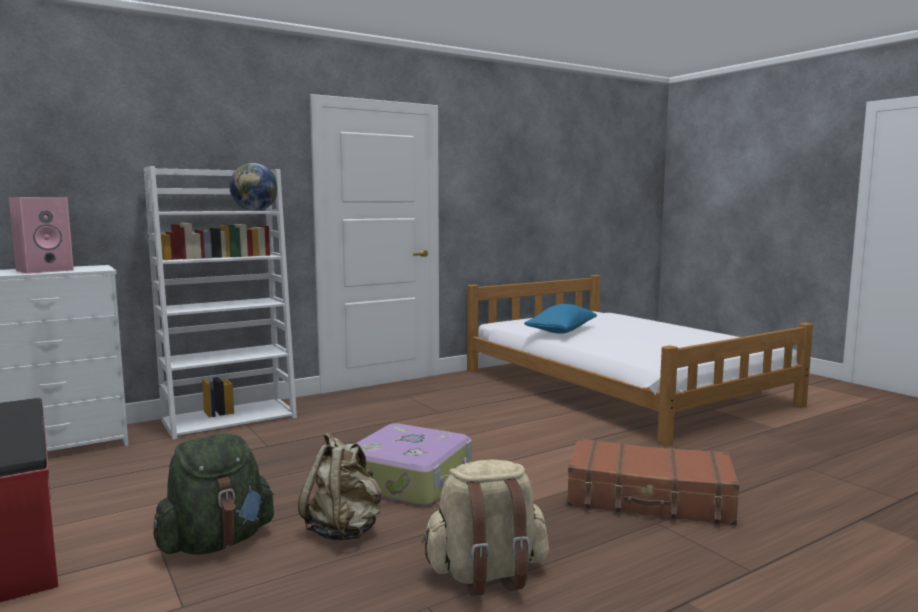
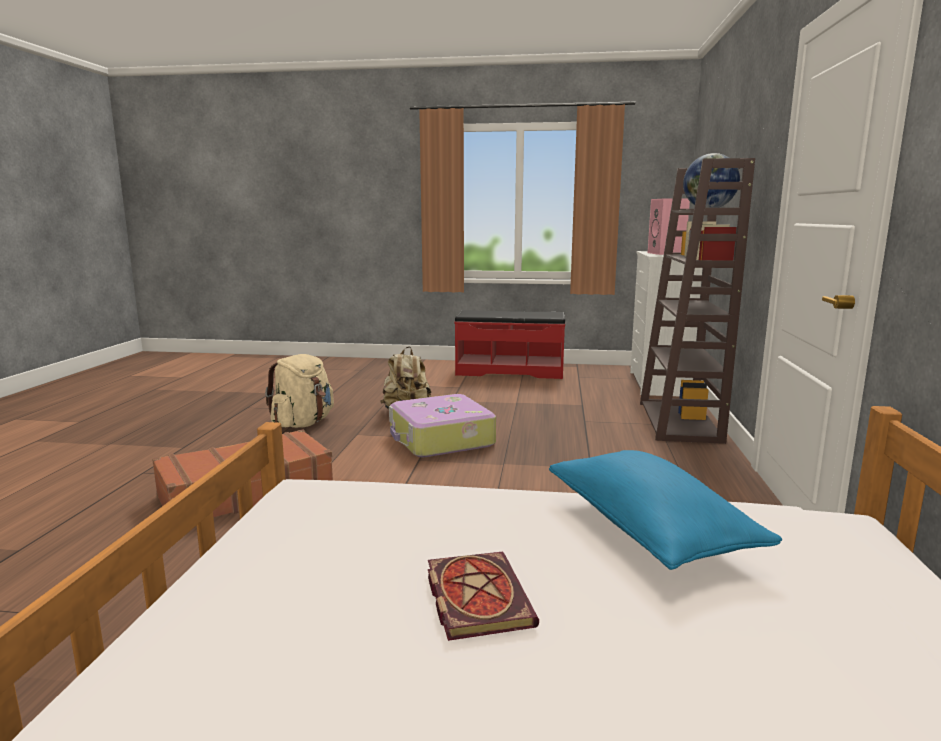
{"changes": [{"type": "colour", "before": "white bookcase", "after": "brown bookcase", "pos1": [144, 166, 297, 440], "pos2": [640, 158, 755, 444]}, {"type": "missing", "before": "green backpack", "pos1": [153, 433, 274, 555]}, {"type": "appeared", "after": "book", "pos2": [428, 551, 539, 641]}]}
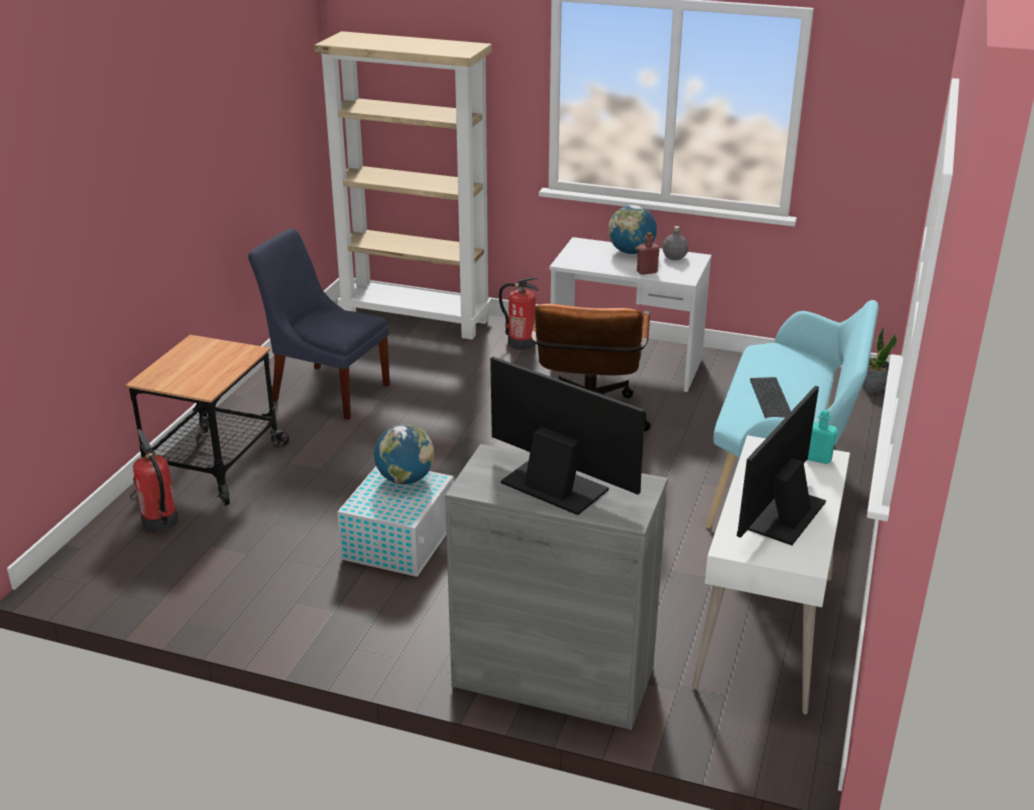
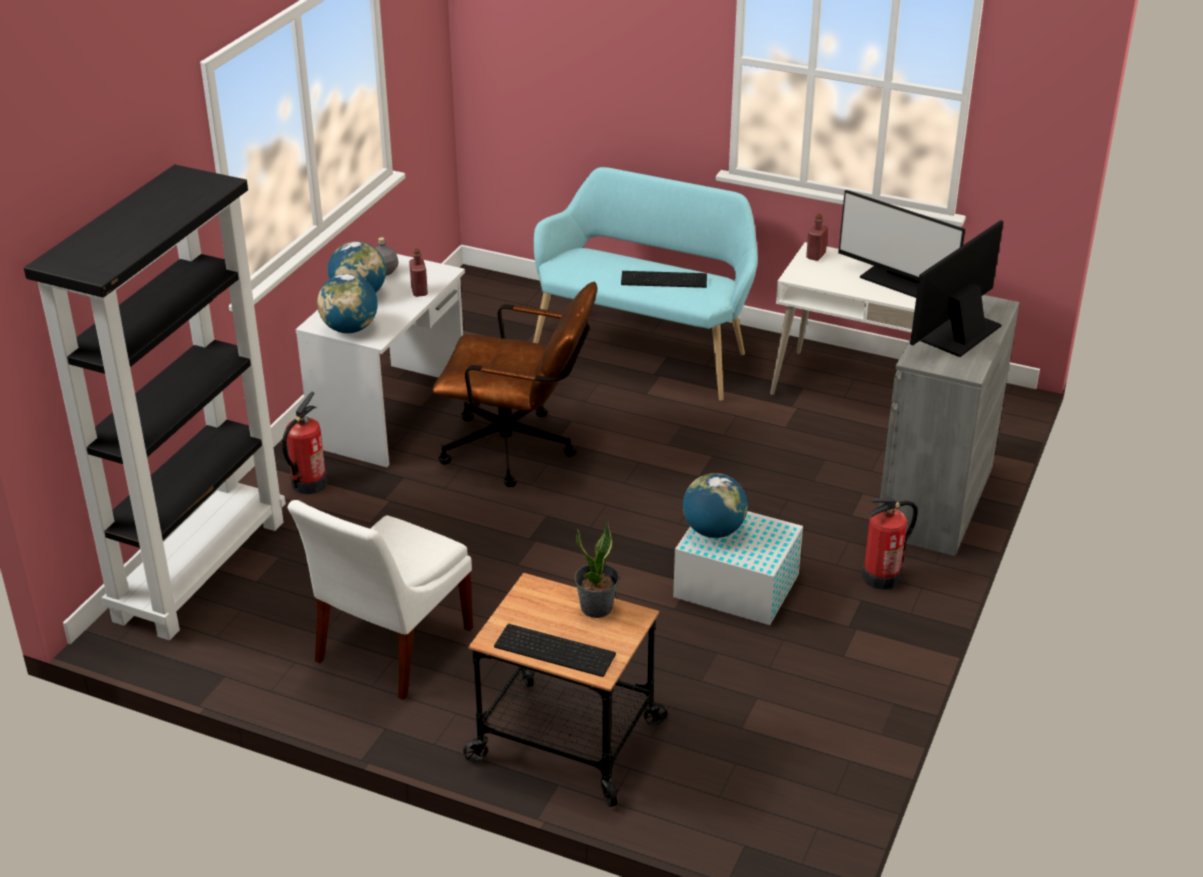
{"changes": [{"type": "colour", "before": "beige bookcase", "after": "black bookcase", "pos1": [314, 31, 492, 340], "pos2": [24, 165, 286, 640]}, {"type": "colour", "before": "blue chair", "after": "white chair", "pos1": [248, 229, 390, 420], "pos2": [288, 500, 473, 700]}, {"type": "relocated", "before": "potted plant", "pos1": [862, 327, 897, 393], "pos2": [574, 522, 619, 618]}, {"type": "colour", "before": "turquoise bottle", "after": "red bottle", "pos1": [807, 410, 838, 464], "pos2": [806, 214, 828, 261]}, {"type": "relocated", "before": "fire extinguisher", "pos1": [133, 429, 178, 532], "pos2": [862, 498, 918, 590]}, {"type": "appeared", "after": "globe", "pos2": [317, 273, 378, 333]}, {"type": "appeared", "after": "keyboard", "pos2": [494, 624, 616, 677]}]}
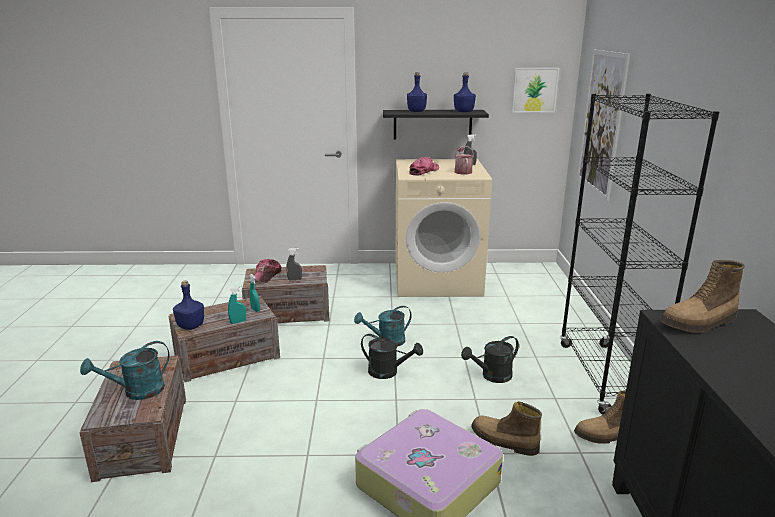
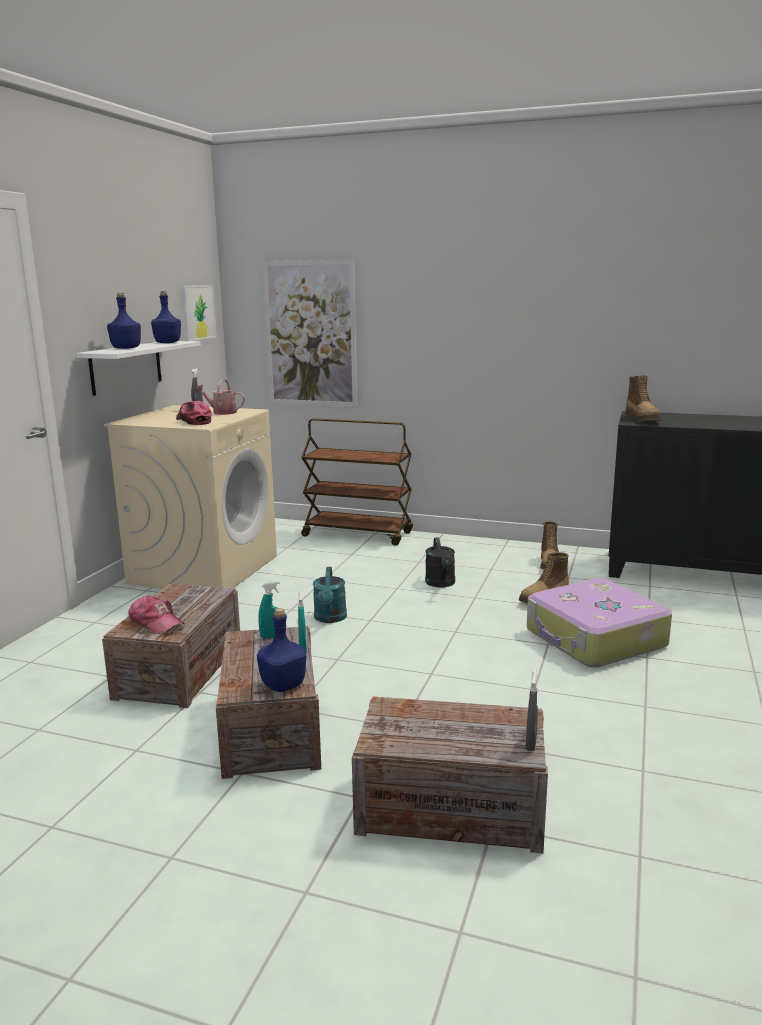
{"changes": [{"type": "missing", "before": "black bookcase", "pos1": [560, 94, 719, 414]}, {"type": "colour", "before": "black shelf", "after": "white shelf", "pos1": [383, 110, 489, 139], "pos2": [76, 341, 201, 396]}, {"type": "relocated", "before": "grey spray bottle", "pos1": [286, 248, 302, 281], "pos2": [525, 669, 538, 751]}, {"type": "missing", "before": "black watering can", "pos1": [361, 334, 423, 379]}, {"type": "missing", "before": "turquoise watering can", "pos1": [80, 341, 170, 400]}, {"type": "appeared", "after": "brown cart", "pos2": [301, 418, 413, 546]}]}
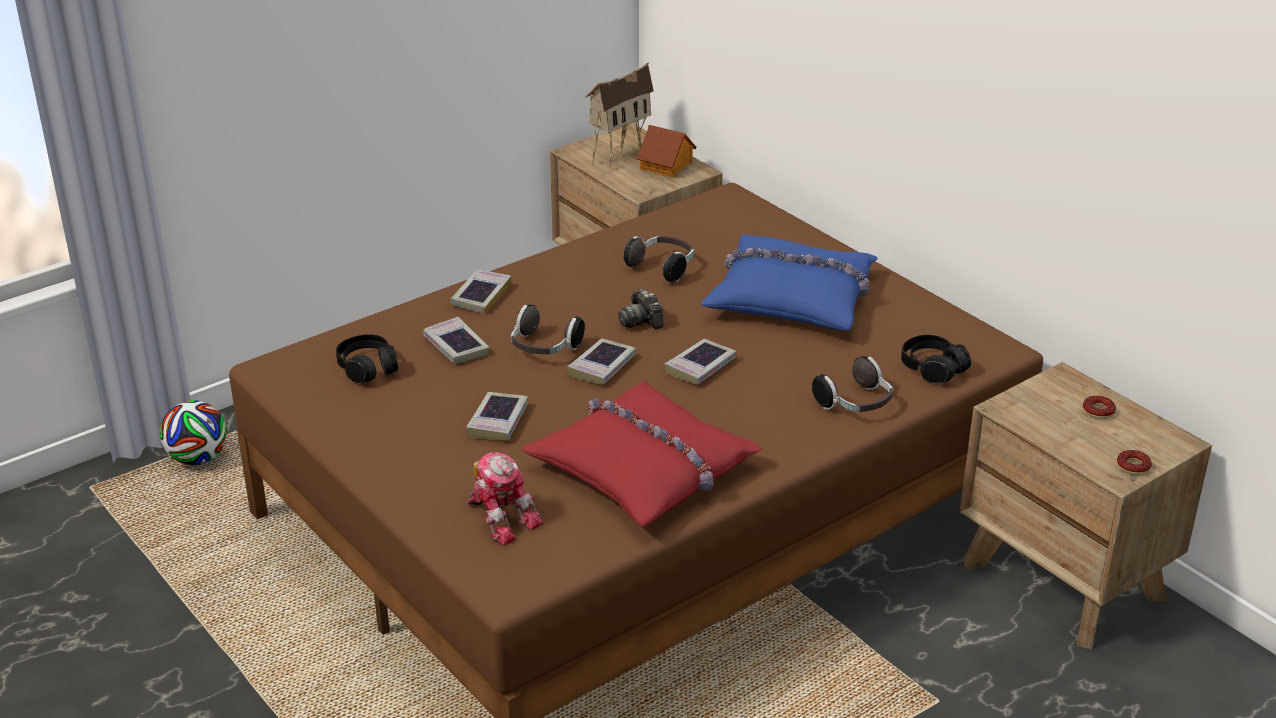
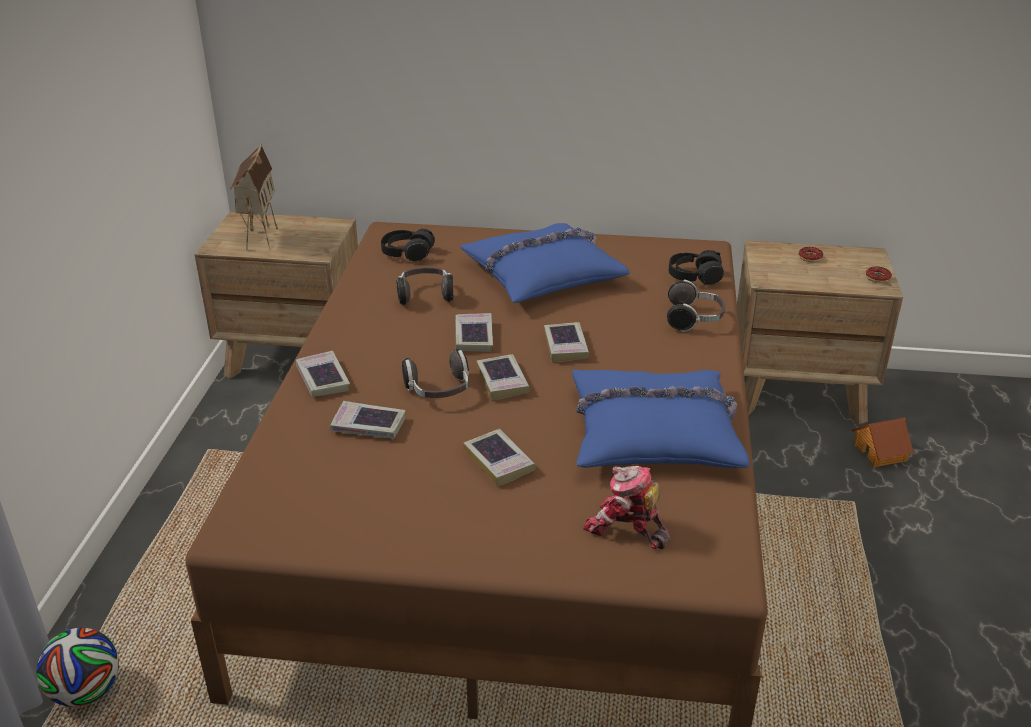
{"changes": [{"type": "relocated", "before": "toy house", "pos1": [637, 125, 696, 178], "pos2": [851, 418, 914, 467]}, {"type": "exchanged", "before": "photo camera", "after": "book", "pos1": [618, 289, 664, 329], "pos2": [455, 313, 493, 352]}, {"type": "relocated", "before": "black headphones", "pos1": [336, 334, 398, 383], "pos2": [381, 229, 435, 261]}, {"type": "colour", "before": "red pillow", "after": "blue pillow", "pos1": [522, 382, 762, 527], "pos2": [572, 370, 749, 468]}, {"type": "spun", "before": "toy robot", "pos1": [467, 452, 543, 546], "pos2": [583, 466, 670, 549], "turn": -150}]}
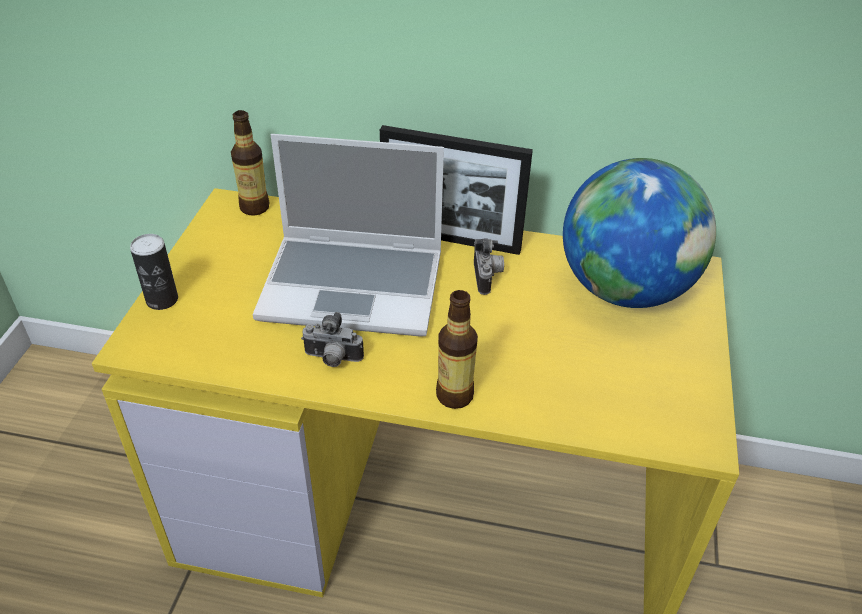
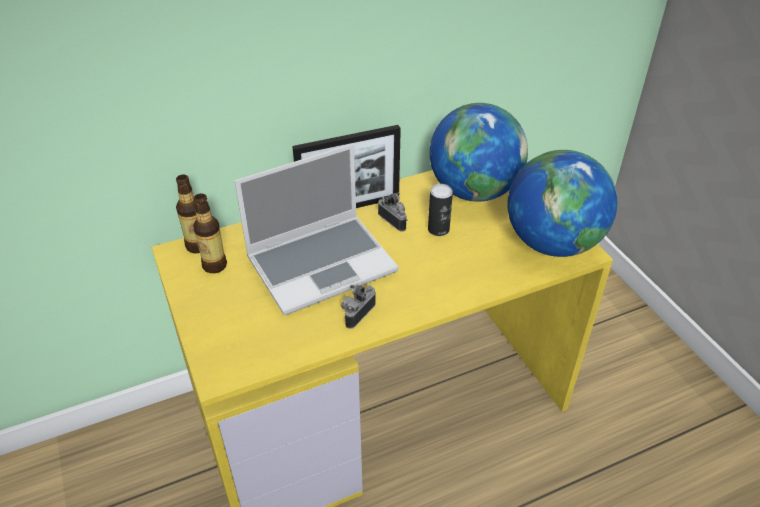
{"changes": [{"type": "relocated", "before": "can", "pos1": [130, 234, 178, 310], "pos2": [428, 184, 453, 236]}, {"type": "relocated", "before": "bottle", "pos1": [436, 290, 478, 409], "pos2": [193, 193, 227, 273]}, {"type": "spun", "before": "photo camera", "pos1": [301, 312, 364, 367], "pos2": [341, 285, 376, 329], "turn": 150}, {"type": "appeared", "after": "globe", "pos2": [507, 150, 617, 257]}]}
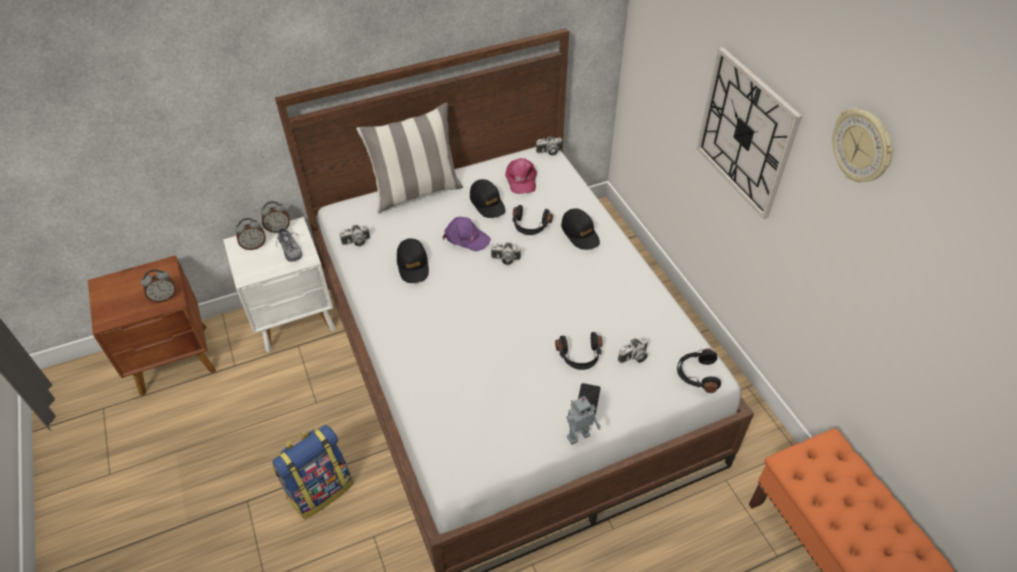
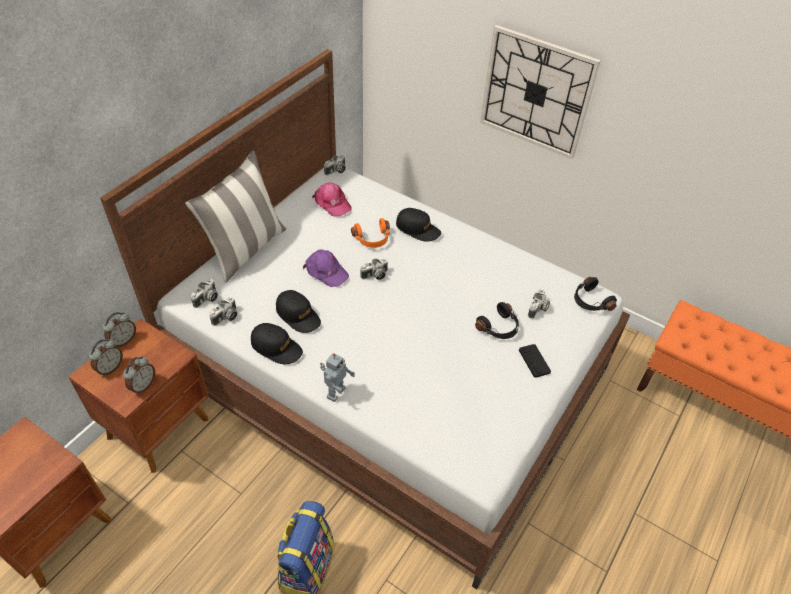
{"changes": [{"type": "missing", "before": "wall clock", "pos1": [832, 108, 894, 183]}, {"type": "relocated", "before": "black cap", "pos1": [470, 179, 505, 218], "pos2": [251, 323, 303, 364]}, {"type": "colour", "before": "black headphones", "after": "orange headphones", "pos1": [513, 205, 553, 235], "pos2": [351, 218, 390, 248]}, {"type": "colour", "before": "white nightstand", "after": "brown nightstand", "pos1": [223, 217, 336, 352], "pos2": [69, 318, 209, 473]}, {"type": "spun", "before": "purple cap", "pos1": [443, 217, 491, 252], "pos2": [303, 249, 349, 287], "turn": 45}, {"type": "missing", "before": "shoe", "pos1": [276, 226, 302, 262]}, {"type": "relocated", "before": "alarm clock", "pos1": [141, 269, 176, 303], "pos2": [123, 356, 155, 394]}, {"type": "relocated", "before": "toy robot", "pos1": [566, 396, 601, 445], "pos2": [320, 353, 355, 402]}, {"type": "appeared", "after": "photo camera", "pos2": [191, 279, 218, 308]}]}
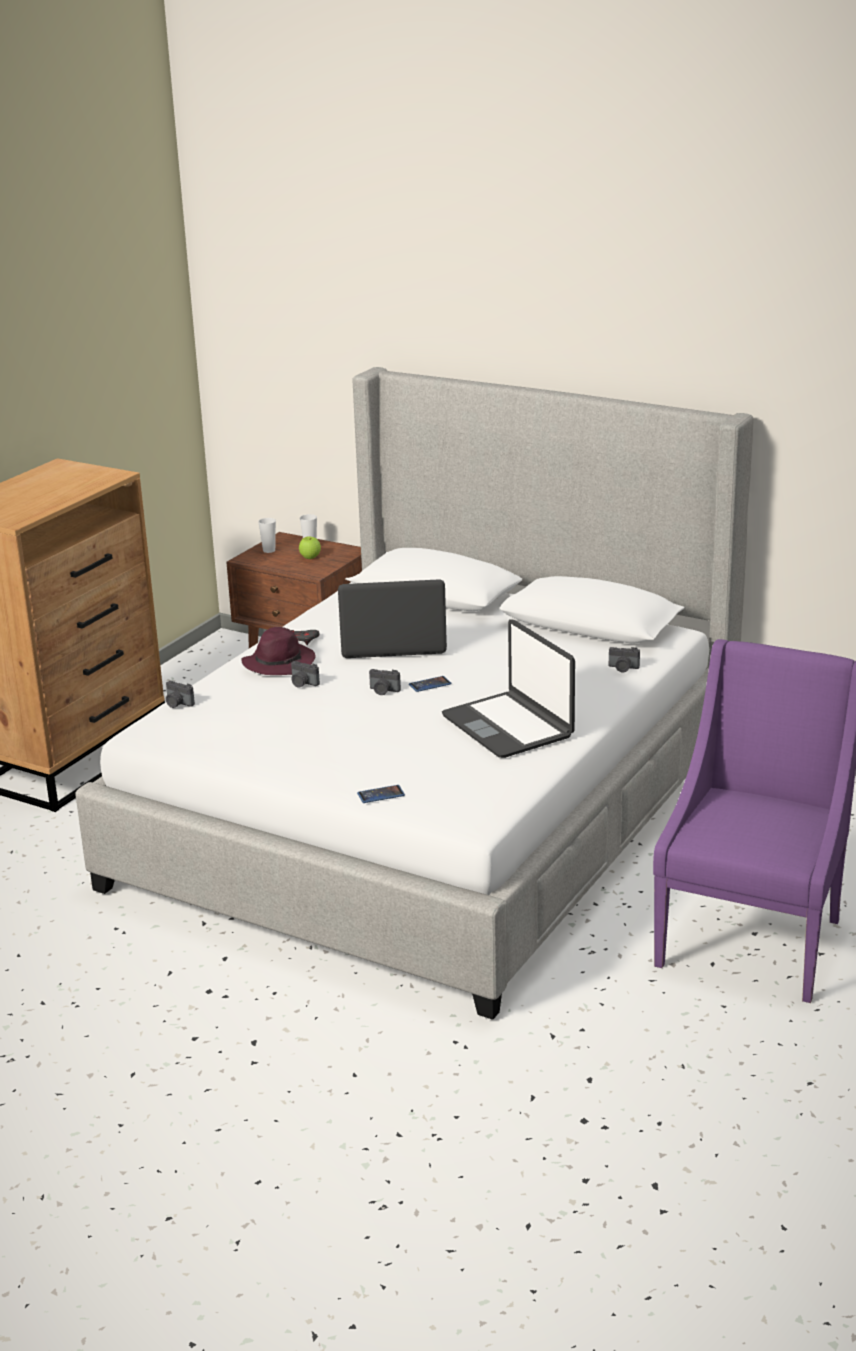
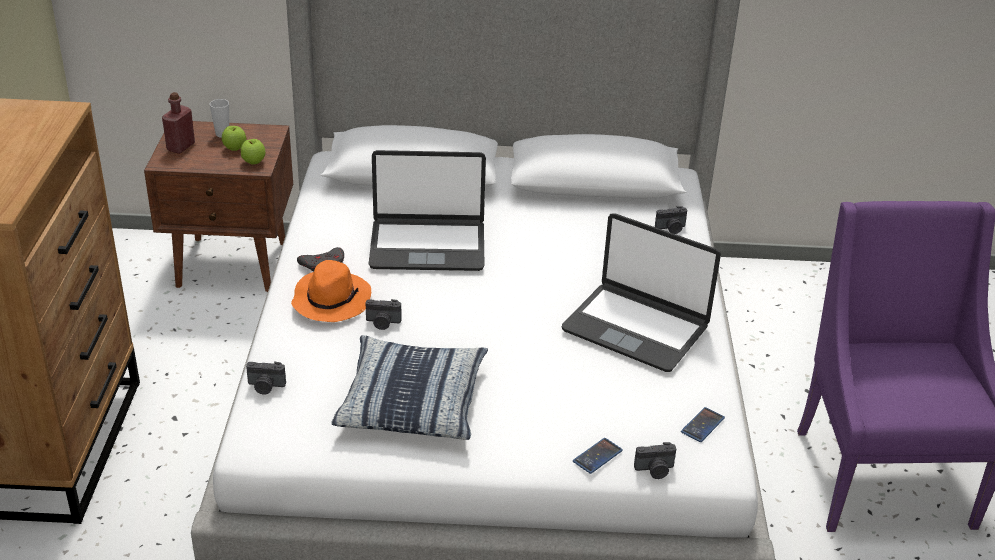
{"changes": [{"type": "exchanged", "before": "cup", "after": "red bottle", "pos1": [258, 518, 276, 553], "pos2": [162, 92, 195, 154]}, {"type": "spun", "before": "laptop", "pos1": [338, 579, 447, 658], "pos2": [369, 150, 486, 271], "turn": -150}, {"type": "colour", "before": "purple hat", "after": "orange hat", "pos1": [241, 627, 316, 675], "pos2": [291, 260, 371, 322]}, {"type": "relocated", "before": "photo camera", "pos1": [369, 669, 401, 695], "pos2": [634, 442, 676, 479]}, {"type": "relocated", "before": "phone", "pos1": [409, 676, 451, 692], "pos2": [681, 407, 725, 442]}, {"type": "appeared", "after": "apple", "pos2": [241, 139, 265, 165]}, {"type": "appeared", "after": "pillow", "pos2": [331, 335, 488, 440]}]}
